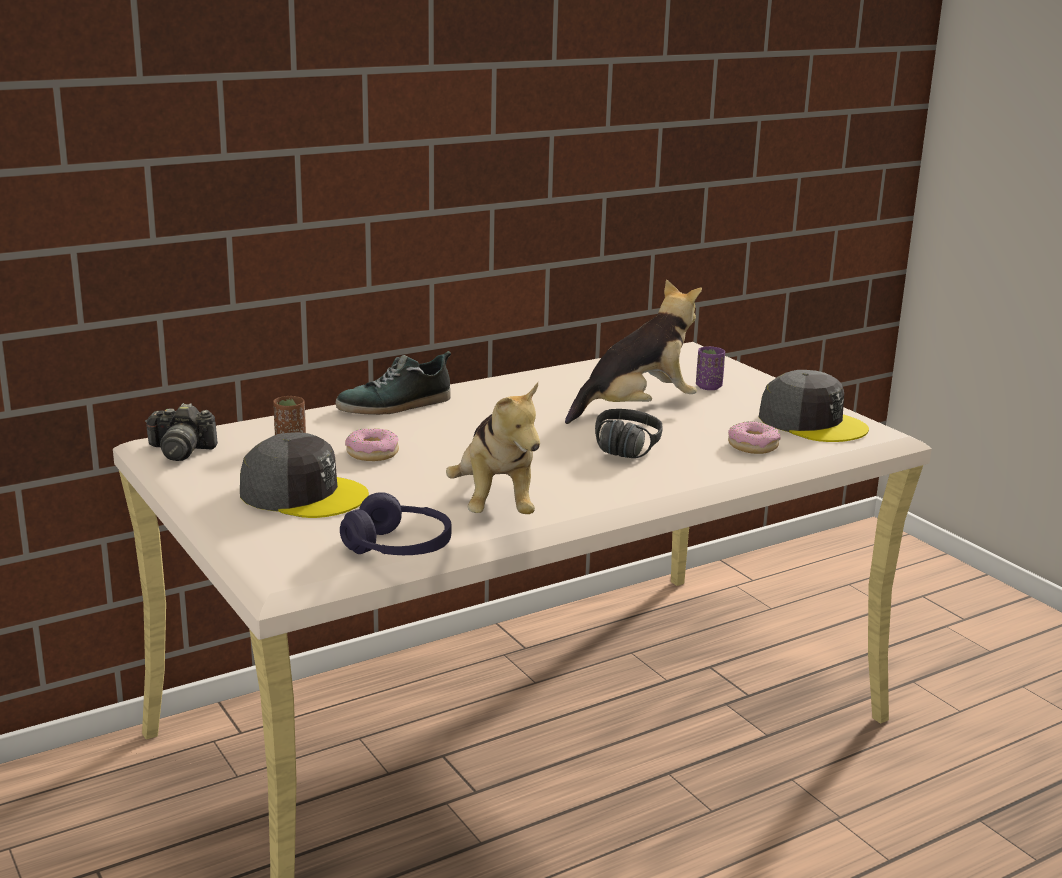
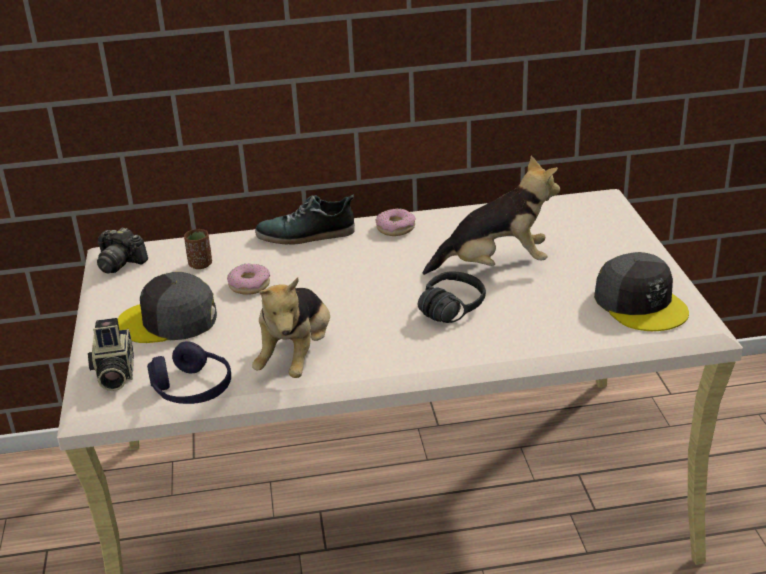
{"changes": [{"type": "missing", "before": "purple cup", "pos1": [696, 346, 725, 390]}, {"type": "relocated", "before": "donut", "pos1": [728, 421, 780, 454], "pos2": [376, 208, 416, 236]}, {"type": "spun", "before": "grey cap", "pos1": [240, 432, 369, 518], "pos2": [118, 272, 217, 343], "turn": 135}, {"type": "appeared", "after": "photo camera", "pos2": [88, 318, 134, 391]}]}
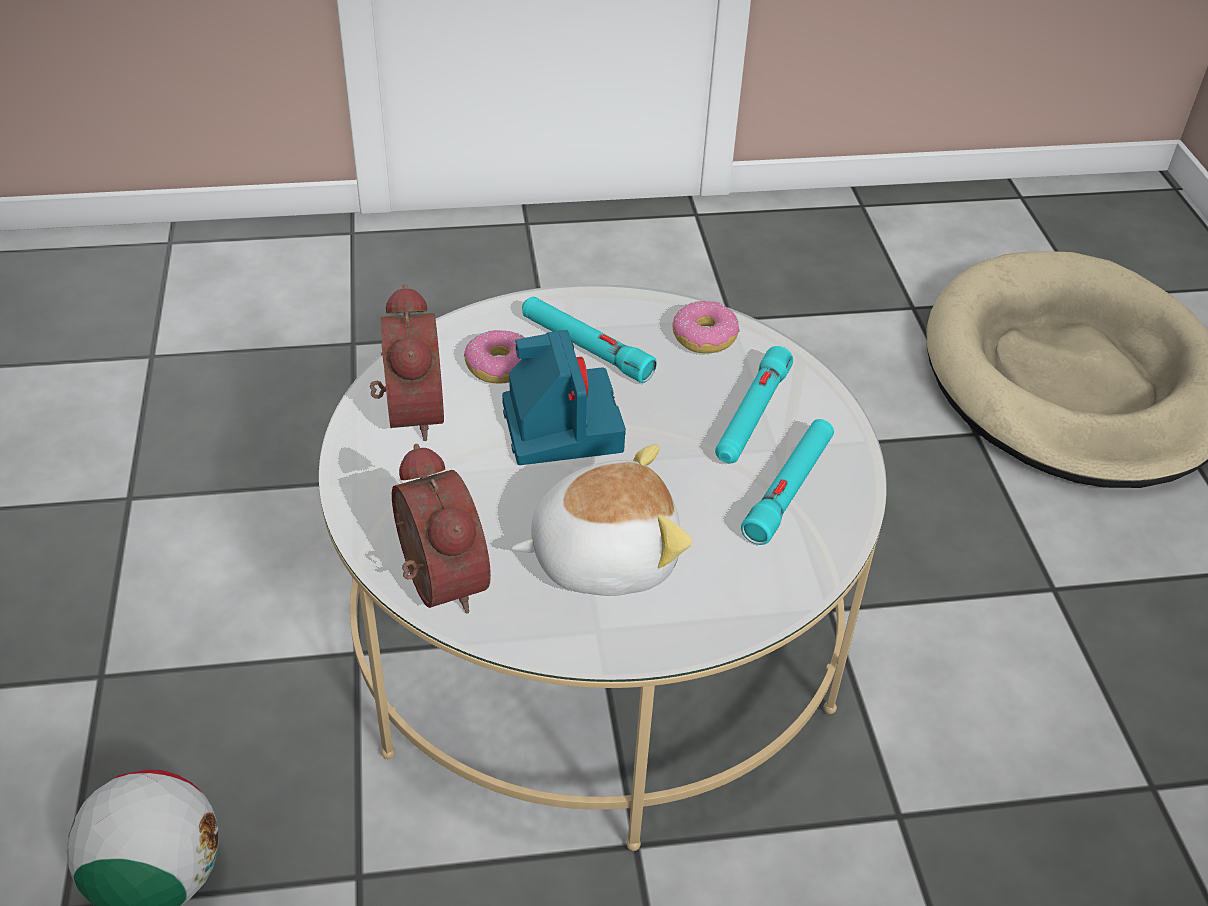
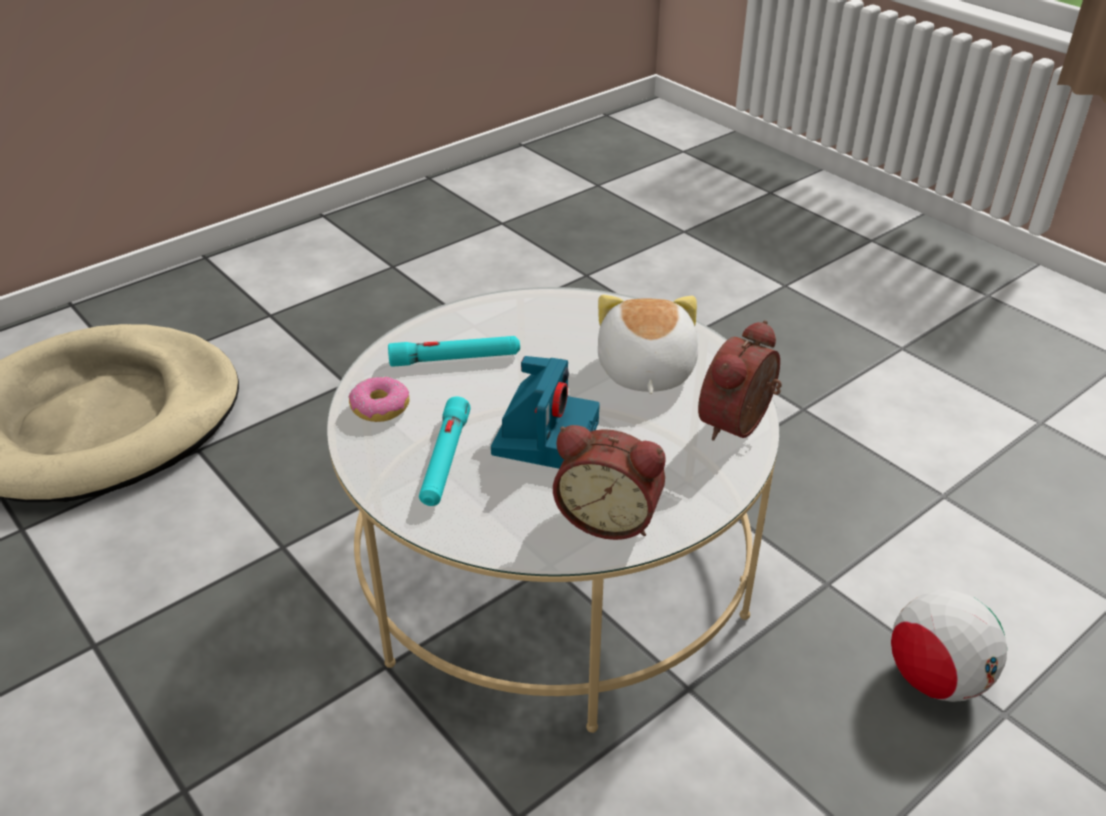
{"changes": [{"type": "spun", "before": "alarm clock", "pos1": [370, 284, 444, 441], "pos2": [553, 425, 666, 540], "turn": -120}, {"type": "missing", "before": "donut", "pos1": [464, 330, 525, 384]}, {"type": "spun", "before": "photo camera", "pos1": [502, 330, 626, 465], "pos2": [491, 356, 600, 469], "turn": 150}, {"type": "missing", "before": "turquoise flashlight", "pos1": [741, 419, 834, 545]}, {"type": "spun", "before": "plush toy", "pos1": [512, 444, 692, 596], "pos2": [598, 295, 698, 394], "turn": 45}]}
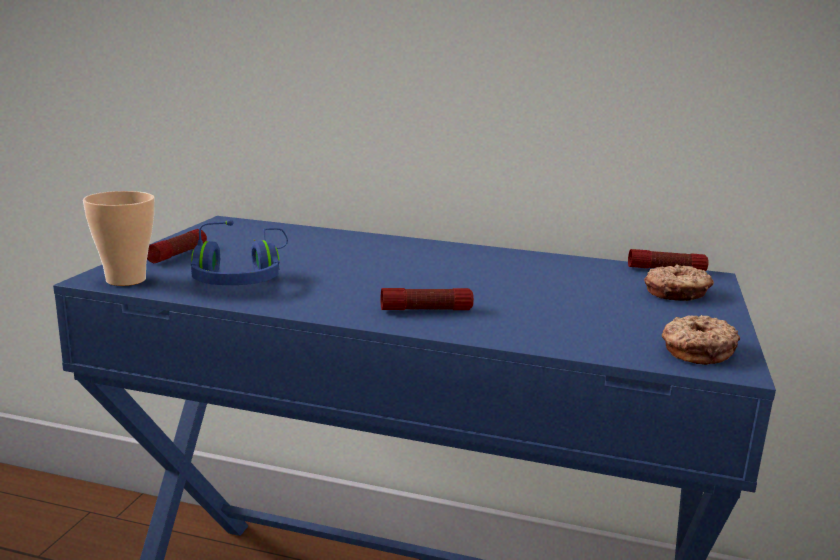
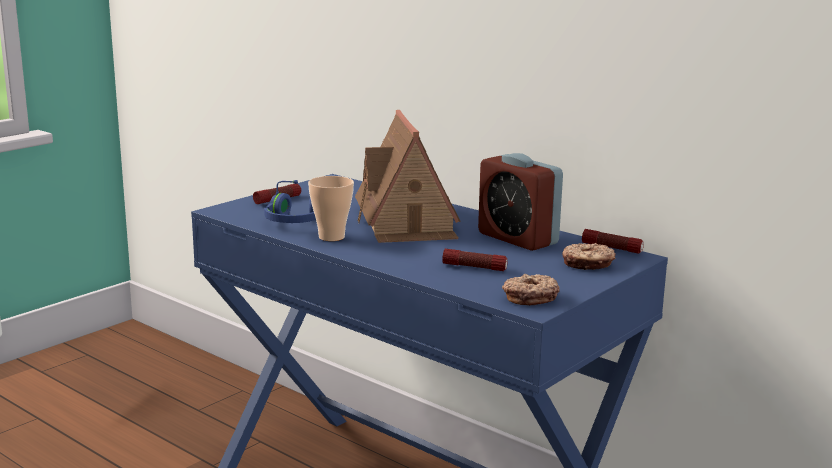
{"changes": [{"type": "relocated", "before": "cup", "pos1": [83, 191, 155, 286], "pos2": [308, 176, 354, 241]}, {"type": "relocated", "before": "flashlight", "pos1": [381, 288, 474, 310], "pos2": [442, 249, 508, 271]}, {"type": "appeared", "after": "toy house", "pos2": [355, 110, 461, 243]}, {"type": "appeared", "after": "alarm clock", "pos2": [478, 153, 563, 251]}]}
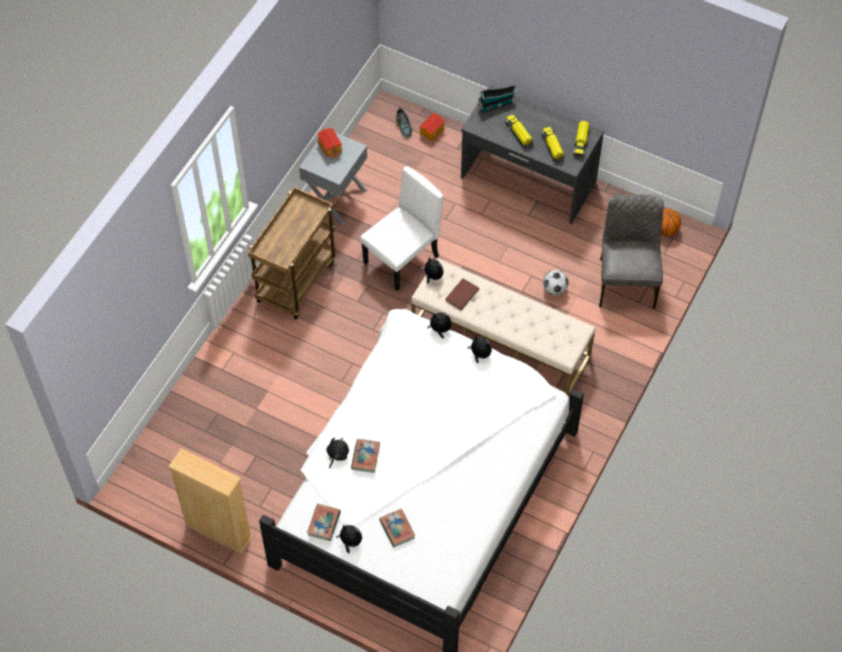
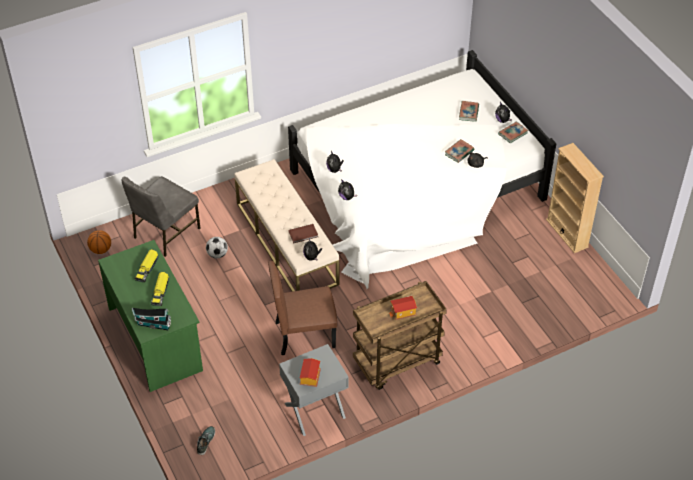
{"changes": [{"type": "colour", "before": "grey desk", "after": "green desk", "pos1": [461, 85, 604, 224], "pos2": [98, 240, 203, 392]}, {"type": "relocated", "before": "toy house", "pos1": [419, 113, 445, 142], "pos2": [389, 296, 417, 320]}, {"type": "missing", "before": "toy truck", "pos1": [573, 120, 589, 157]}, {"type": "colour", "before": "white chair", "after": "brown chair", "pos1": [360, 166, 443, 291], "pos2": [268, 261, 337, 355]}]}
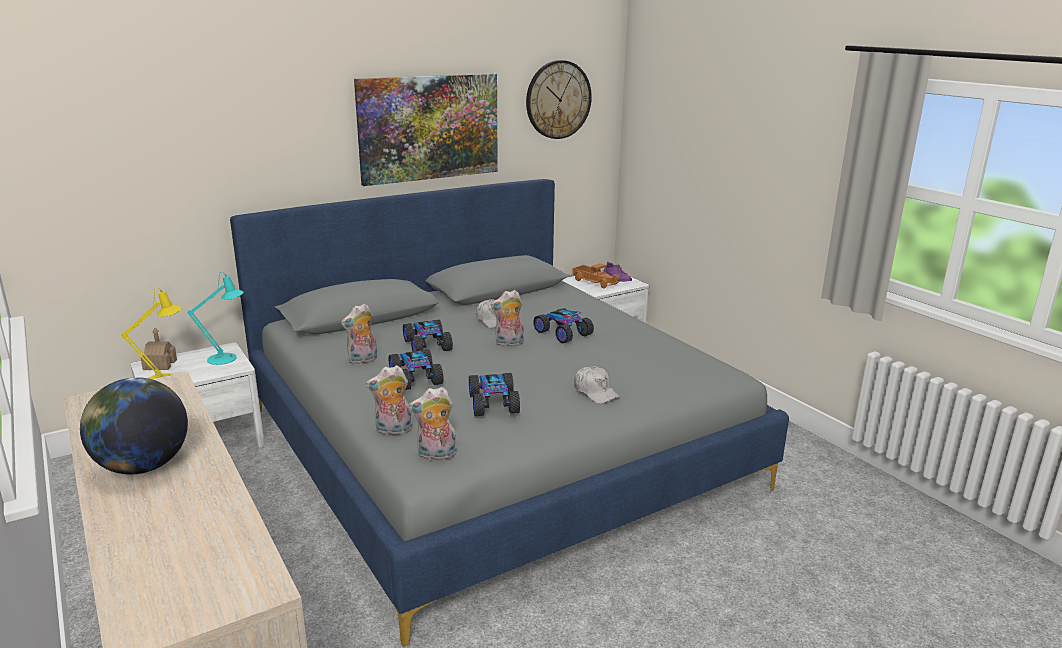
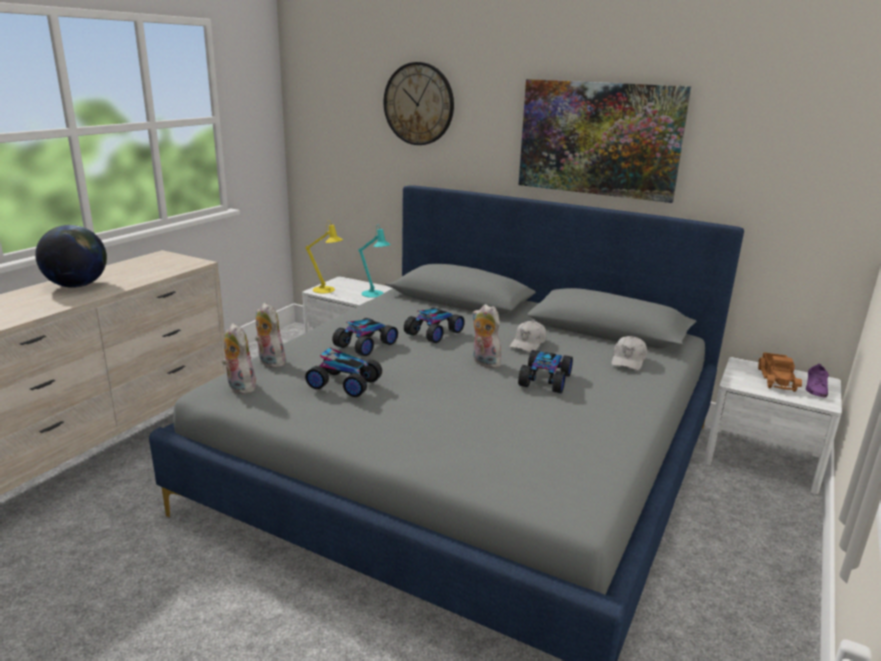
{"changes": [{"type": "relocated", "before": "wall clock", "pos1": [526, 60, 592, 139], "pos2": [384, 62, 454, 145]}, {"type": "missing", "before": "plush toy", "pos1": [341, 303, 377, 364]}, {"type": "missing", "before": "toy house", "pos1": [141, 328, 177, 370]}, {"type": "relocated", "before": "white cap", "pos1": [574, 366, 620, 404], "pos2": [611, 336, 647, 370]}, {"type": "spun", "before": "toy car", "pos1": [469, 373, 520, 416], "pos2": [305, 348, 382, 397], "turn": 60}]}
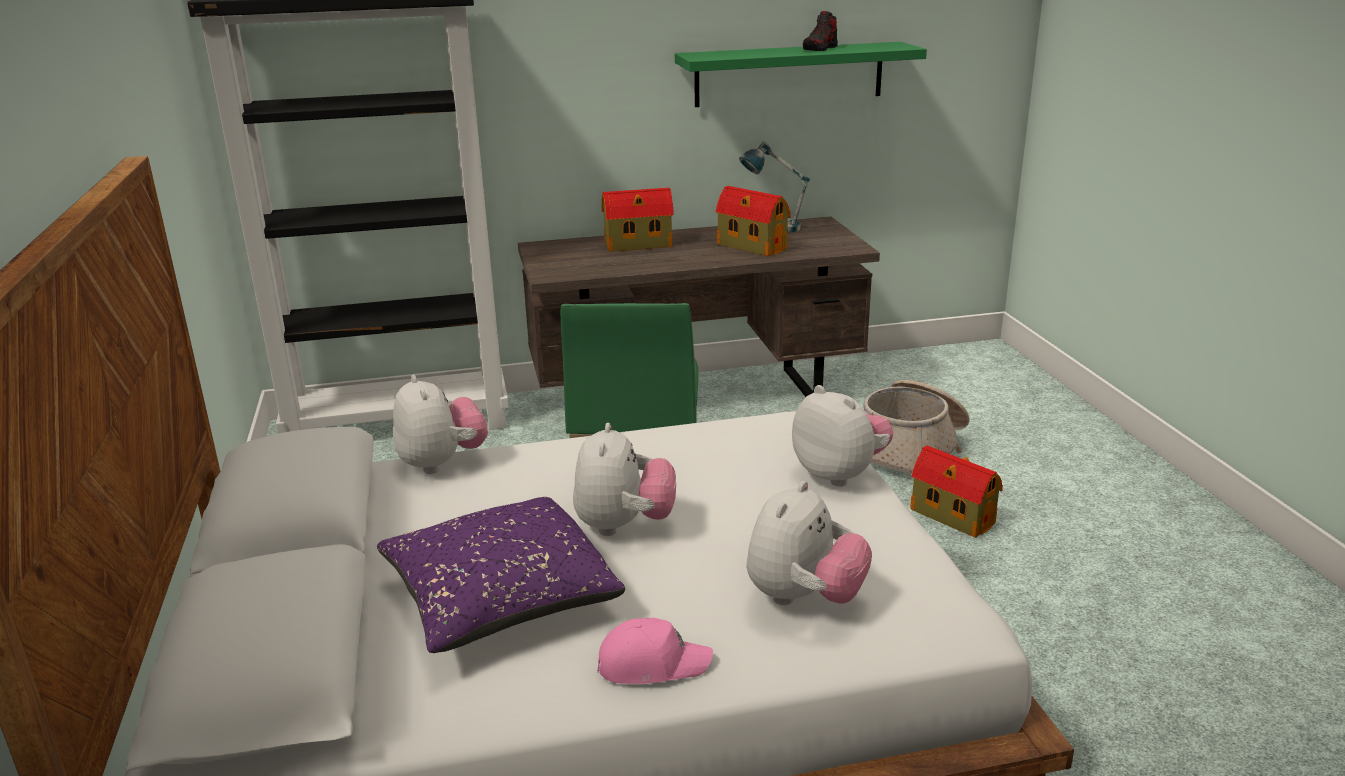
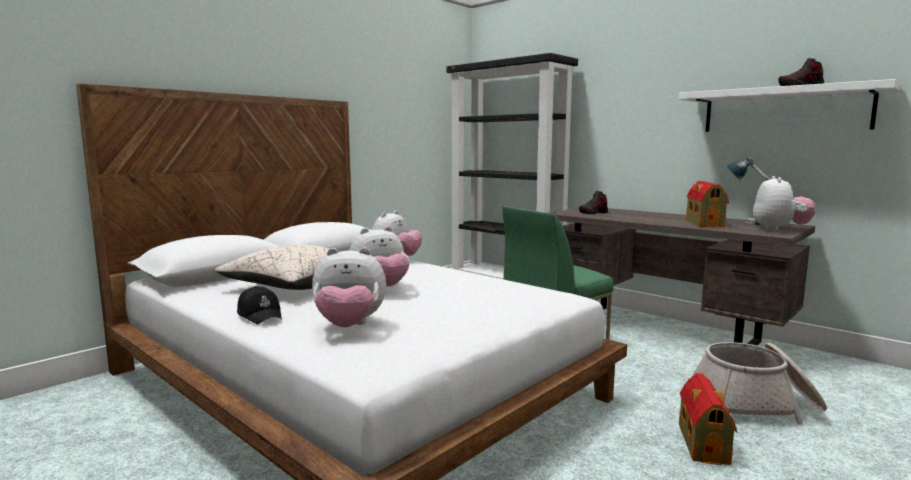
{"changes": [{"type": "colour", "before": "green shelf", "after": "white shelf", "pos1": [675, 42, 927, 107], "pos2": [678, 79, 901, 132]}, {"type": "missing", "before": "toy house", "pos1": [602, 188, 674, 252]}, {"type": "relocated", "before": "plush toy", "pos1": [792, 385, 893, 487], "pos2": [753, 176, 815, 231]}, {"type": "colour", "before": "purple pillow", "after": "beige pillow", "pos1": [377, 497, 625, 653], "pos2": [215, 245, 329, 290]}, {"type": "colour", "before": "pink cap", "after": "black cap", "pos1": [597, 618, 713, 684], "pos2": [237, 286, 282, 324]}, {"type": "appeared", "after": "shoe", "pos2": [579, 191, 608, 214]}]}
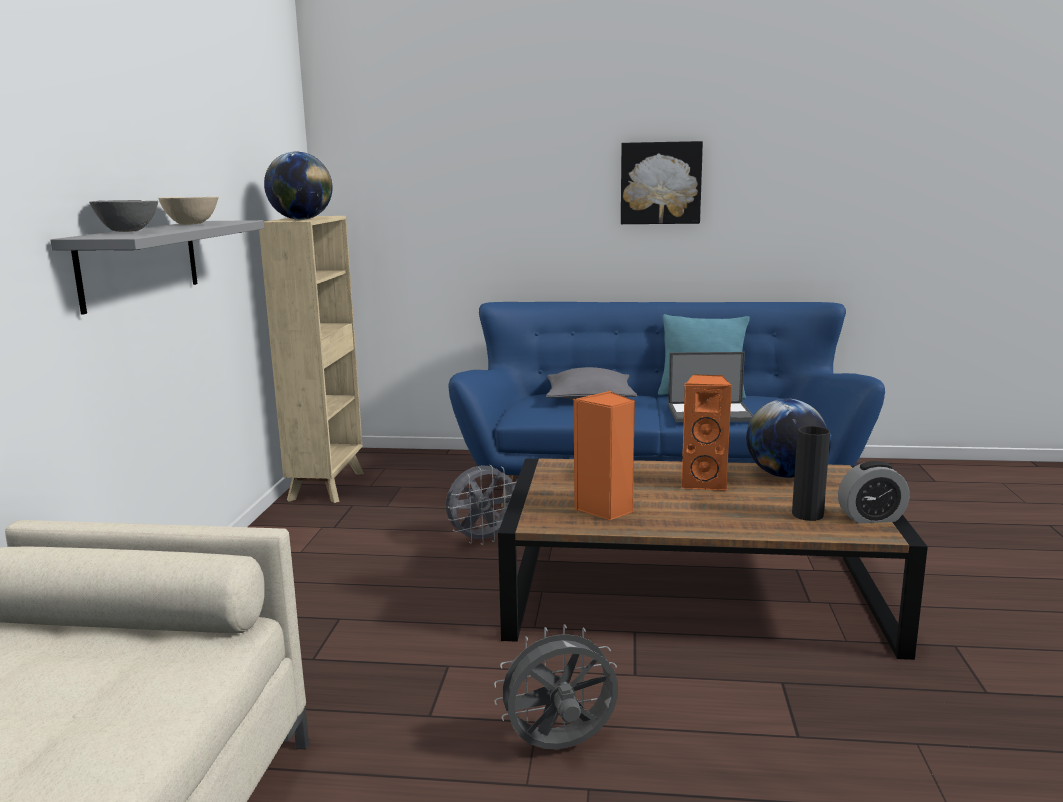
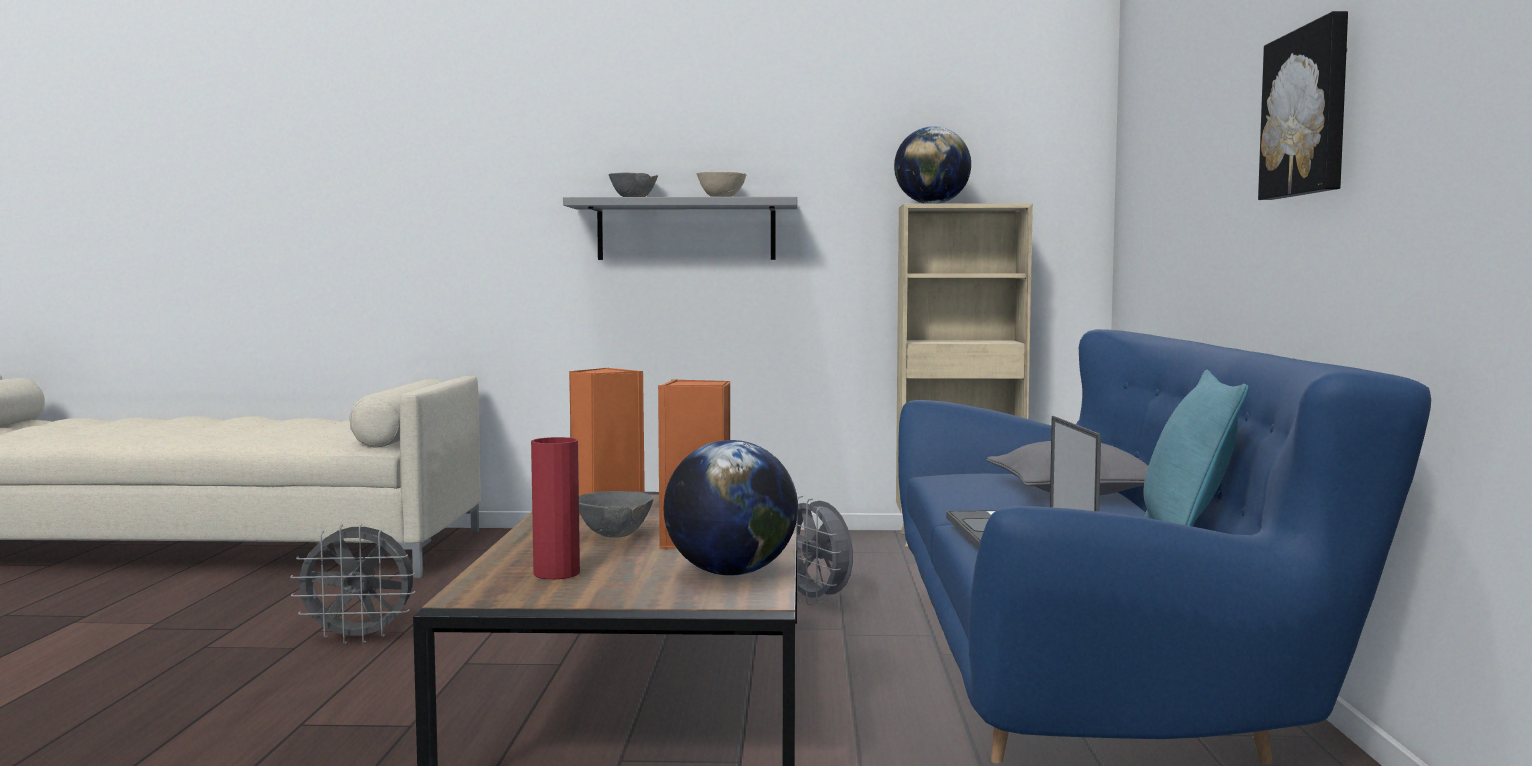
{"changes": [{"type": "colour", "before": "black vase", "after": "red vase", "pos1": [792, 426, 830, 521], "pos2": [531, 437, 580, 579]}, {"type": "missing", "before": "alarm clock", "pos1": [838, 461, 910, 524]}, {"type": "spun", "before": "grey fan", "pos1": [494, 624, 618, 749], "pos2": [290, 524, 416, 644], "turn": 105}, {"type": "appeared", "after": "grey bowl", "pos2": [579, 491, 654, 537]}]}
